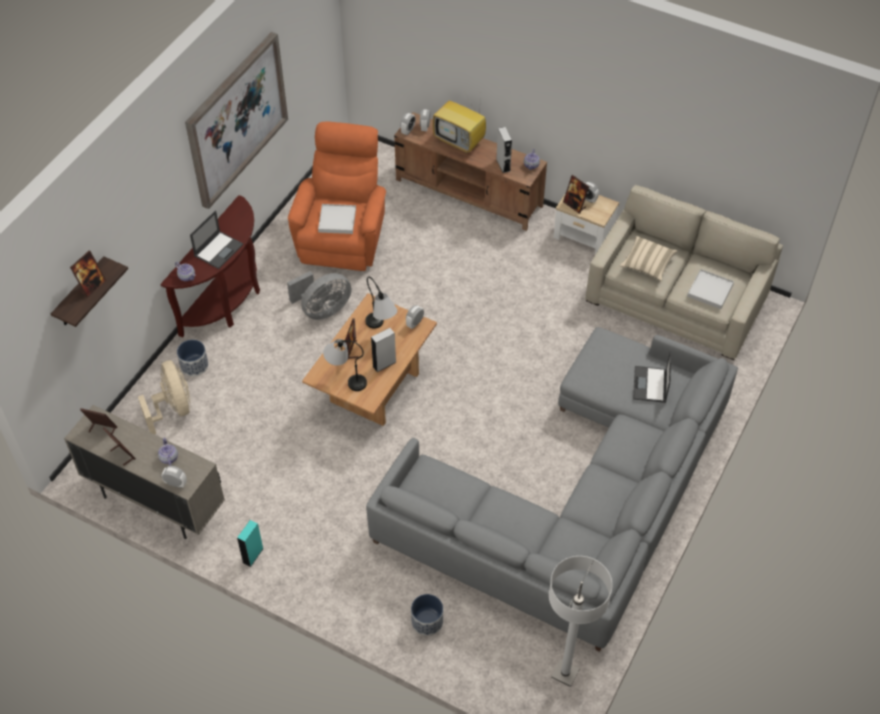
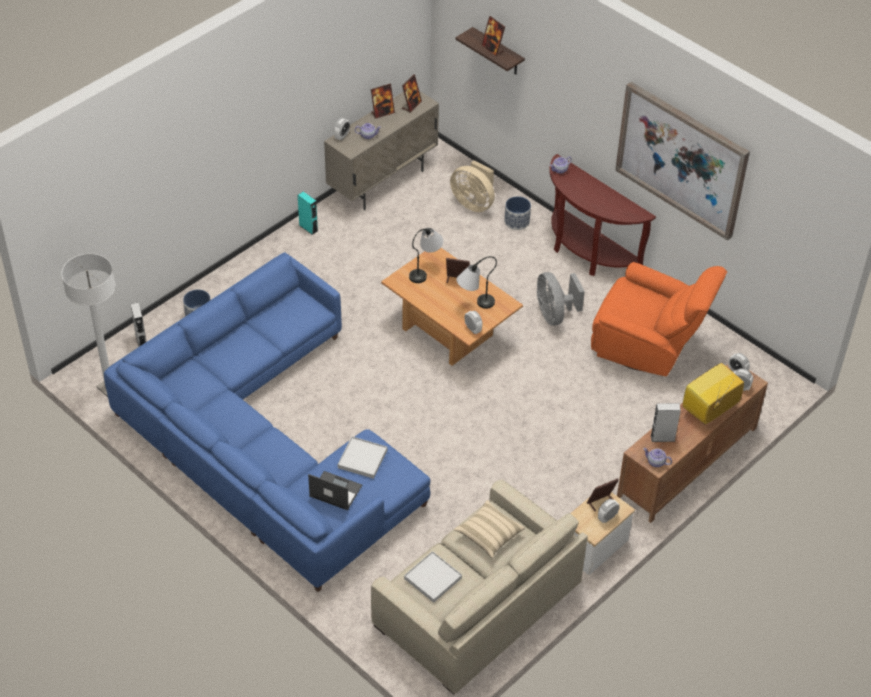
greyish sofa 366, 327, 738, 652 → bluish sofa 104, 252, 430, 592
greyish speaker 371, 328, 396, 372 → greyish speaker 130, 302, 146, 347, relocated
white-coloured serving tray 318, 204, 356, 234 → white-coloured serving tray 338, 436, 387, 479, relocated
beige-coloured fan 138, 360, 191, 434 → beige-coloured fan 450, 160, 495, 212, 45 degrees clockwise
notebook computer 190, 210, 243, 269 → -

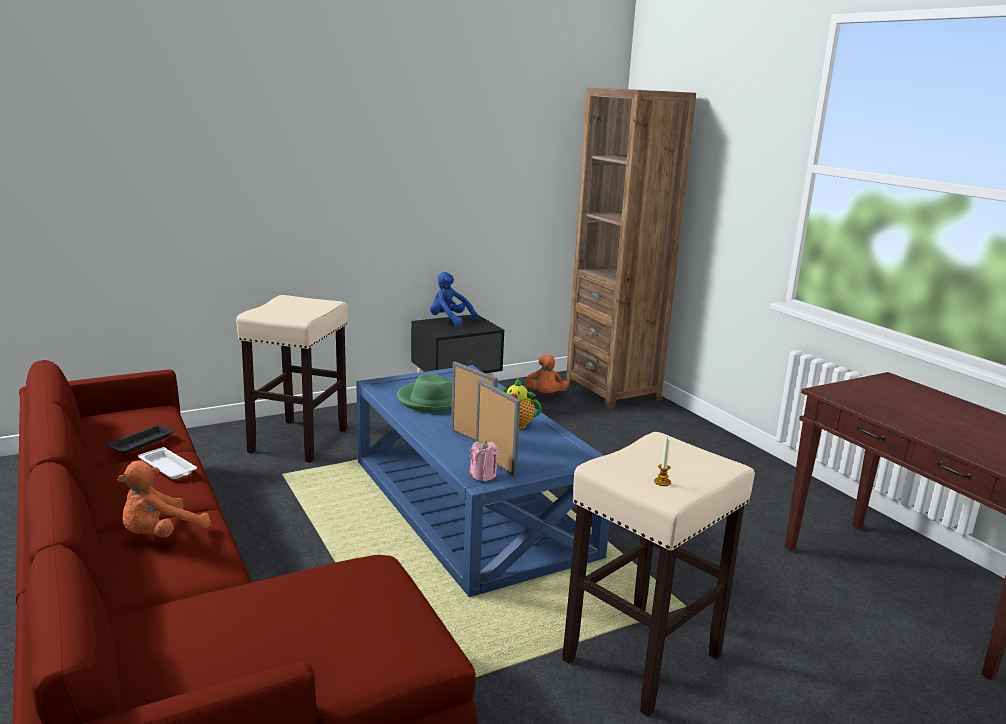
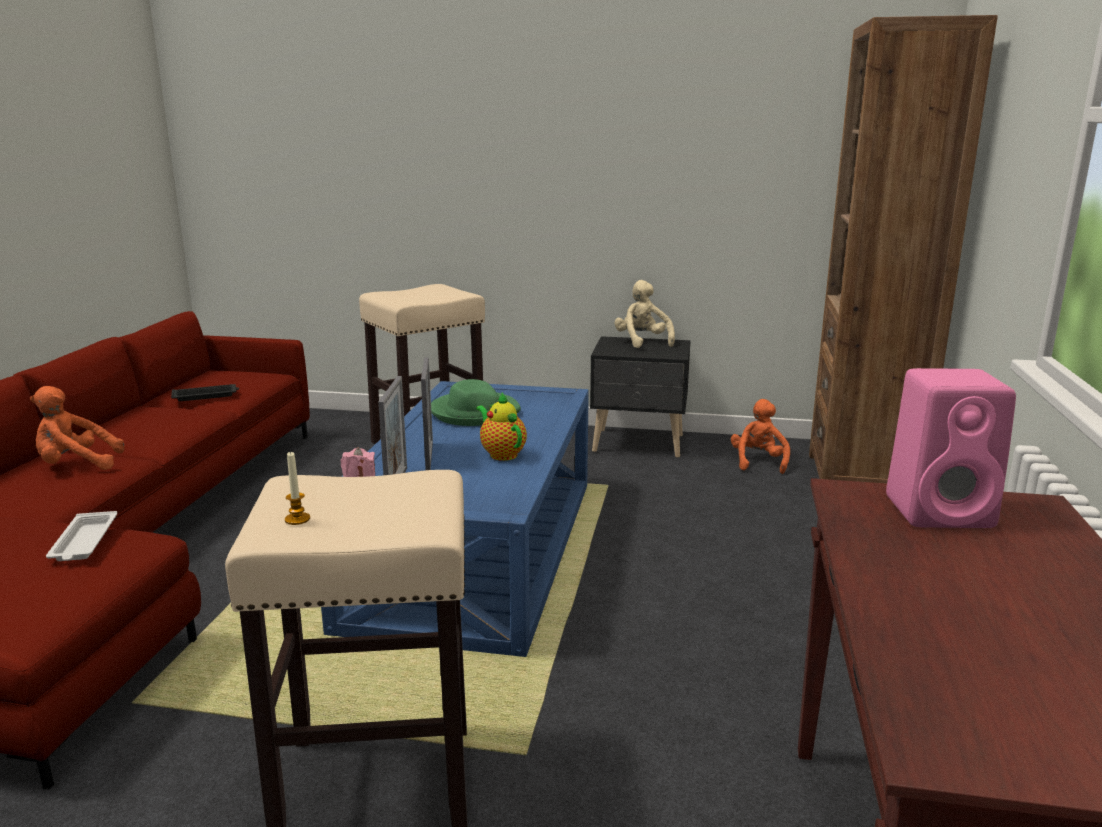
white-coloured serving tray 138, 447, 197, 479 → white-coloured serving tray 46, 511, 117, 561, relocated
bluish plush toy 430, 272, 478, 327 → beige-coloured plush toy 614, 280, 675, 348
orange plush toy 526, 354, 568, 393 → orange plush toy 731, 399, 790, 474, 150 degrees clockwise
- → pink-coloured speaker 886, 368, 1016, 528

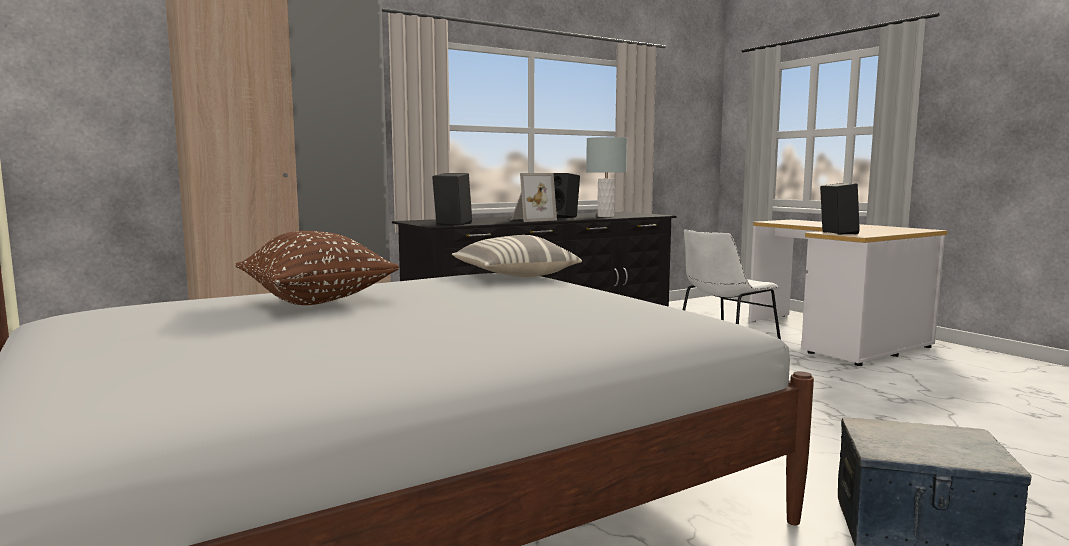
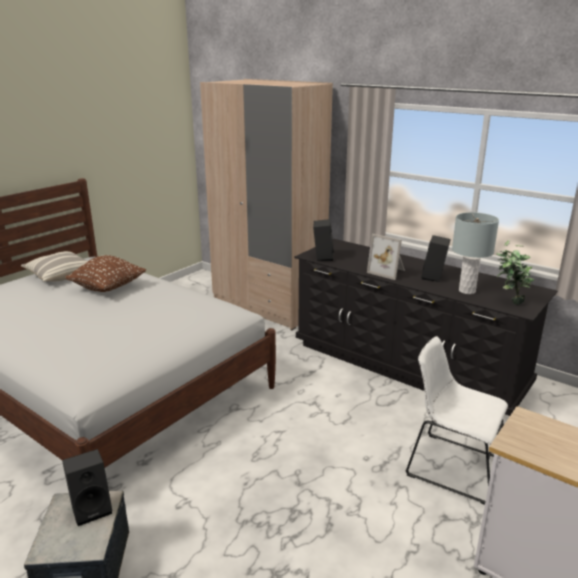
throw pillow 452, 235, 582, 277 → throw pillow 21, 251, 88, 282, relocated
blackish speaker 820, 183, 860, 235 → blackish speaker 62, 449, 112, 526, relocated
- → plant in a pot 496, 240, 535, 304

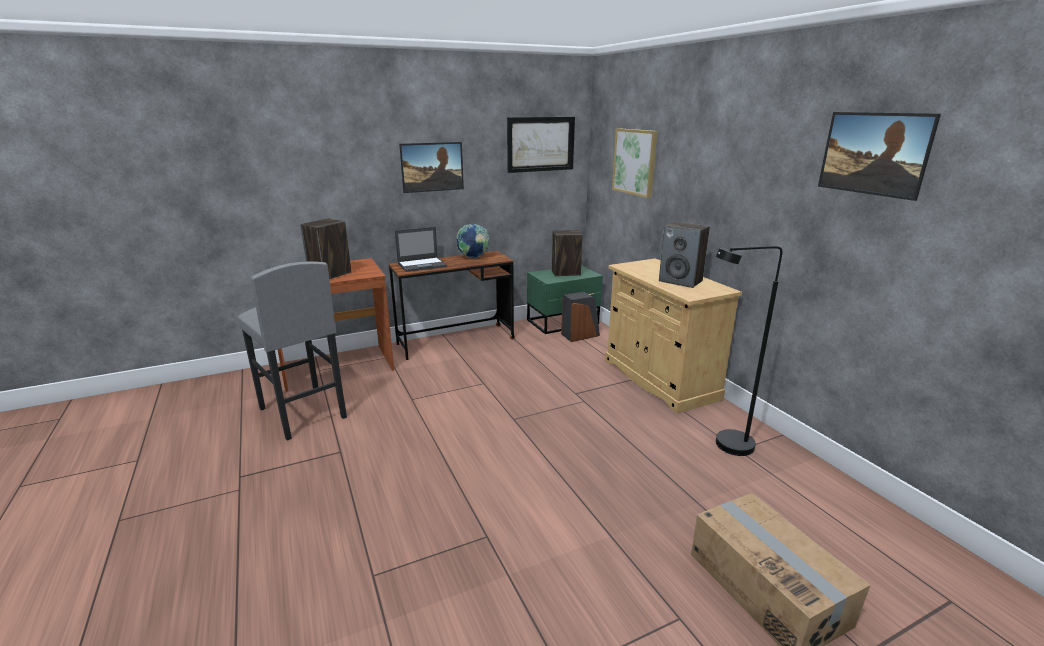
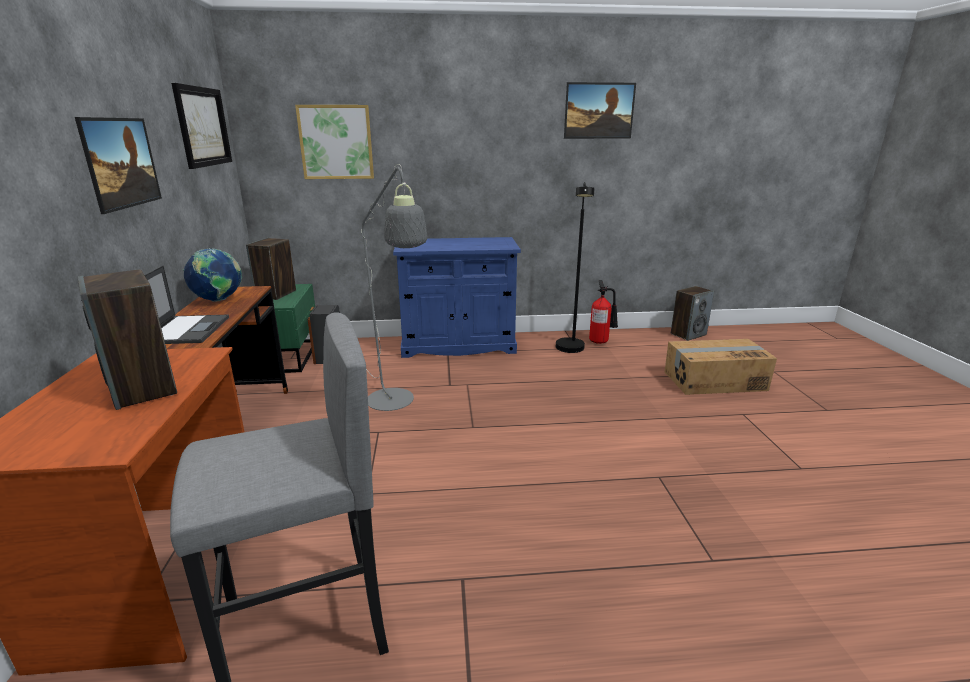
- → greyish standard lamp 361, 164, 427, 411
beige-coloured cupboard 605, 259, 742, 413 → bluish cupboard 393, 237, 521, 358
- → fire-fighting cylinder 589, 280, 618, 344
speaker 659, 222, 710, 288 → speaker 671, 286, 714, 341, relocated

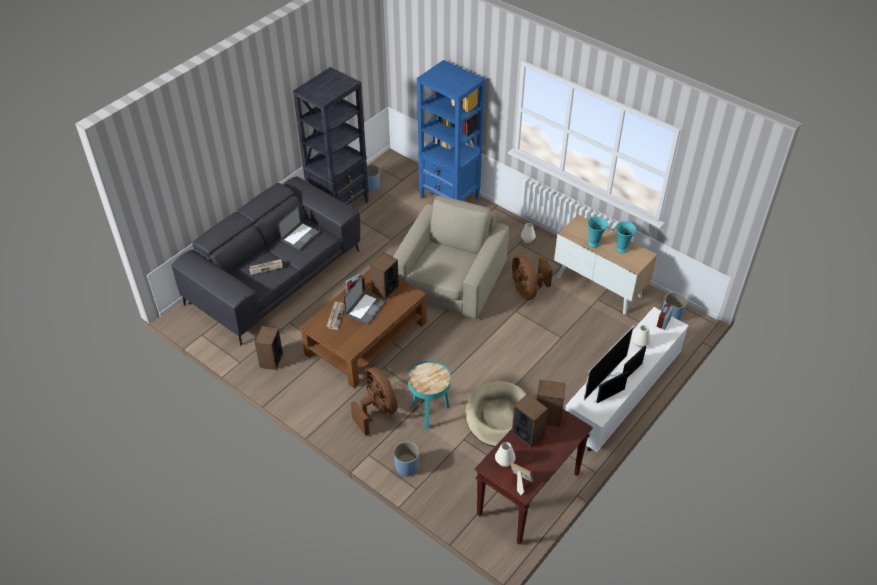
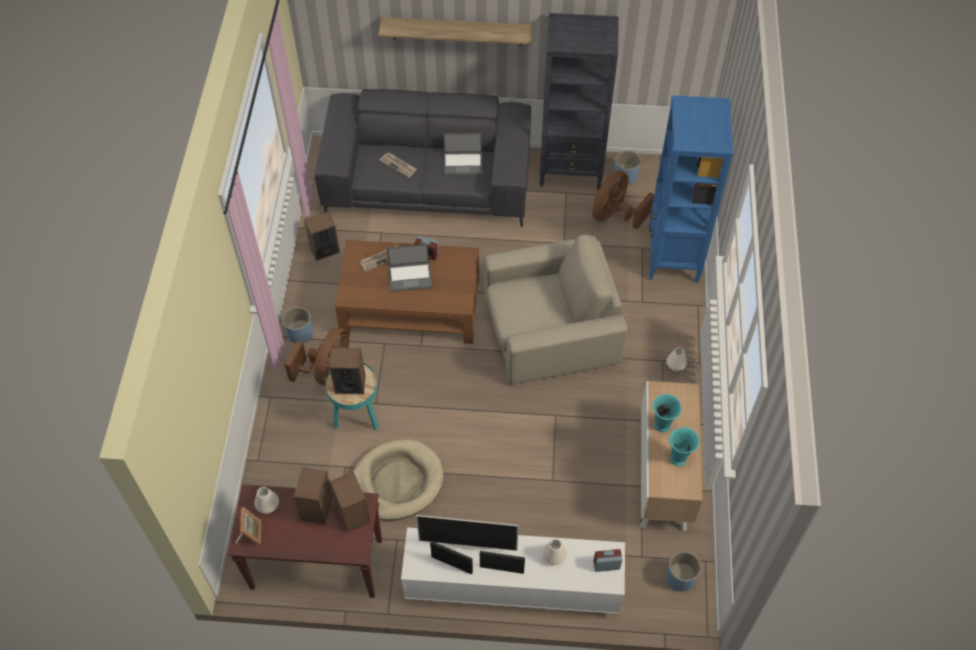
bluish flower pot 394, 441, 419, 477 → bluish flower pot 282, 307, 313, 344, relocated
speaker 370, 253, 399, 299 → speaker 329, 348, 365, 394, relocated
- → shelf 378, 17, 533, 45
brown fan 512, 255, 553, 300 → brown fan 592, 170, 654, 230, relocated

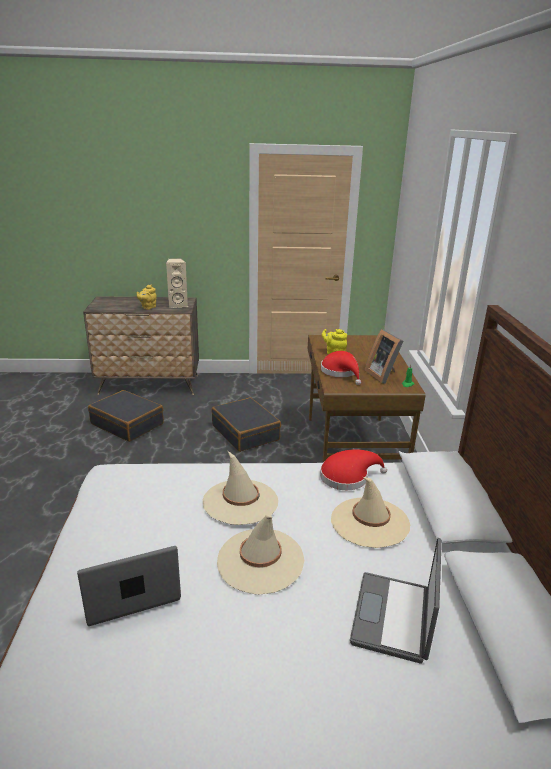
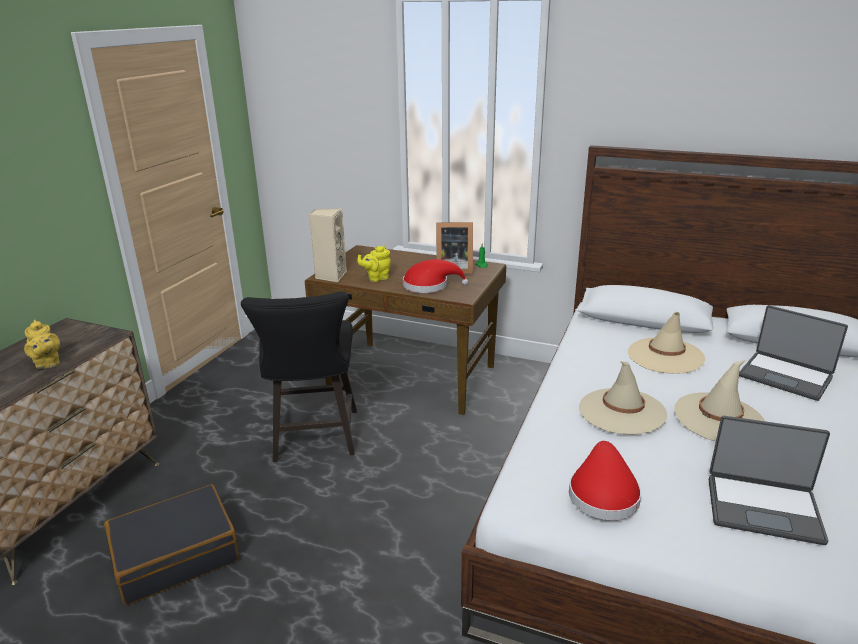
blackish travel case 212, 397, 281, 452 → blackish sitting stool 241, 291, 357, 462
beige-coloured speaker 166, 258, 188, 308 → beige-coloured speaker 309, 208, 347, 282, relocated
reddish hat 320, 449, 387, 490 → reddish hat 569, 441, 641, 520, relocated
notebook computer 77, 546, 181, 626 → notebook computer 709, 416, 830, 545, 75 degrees counterclockwise

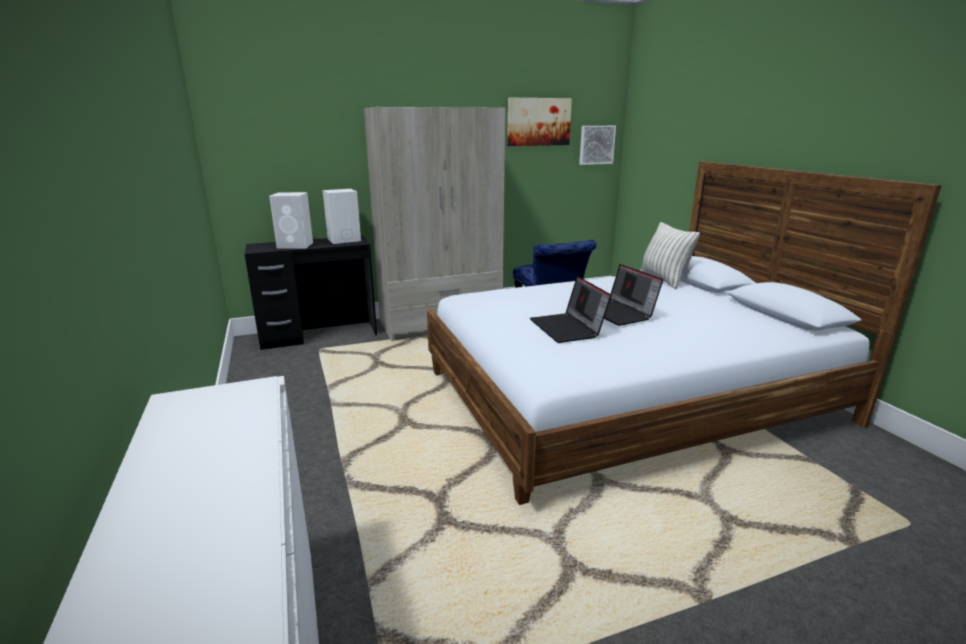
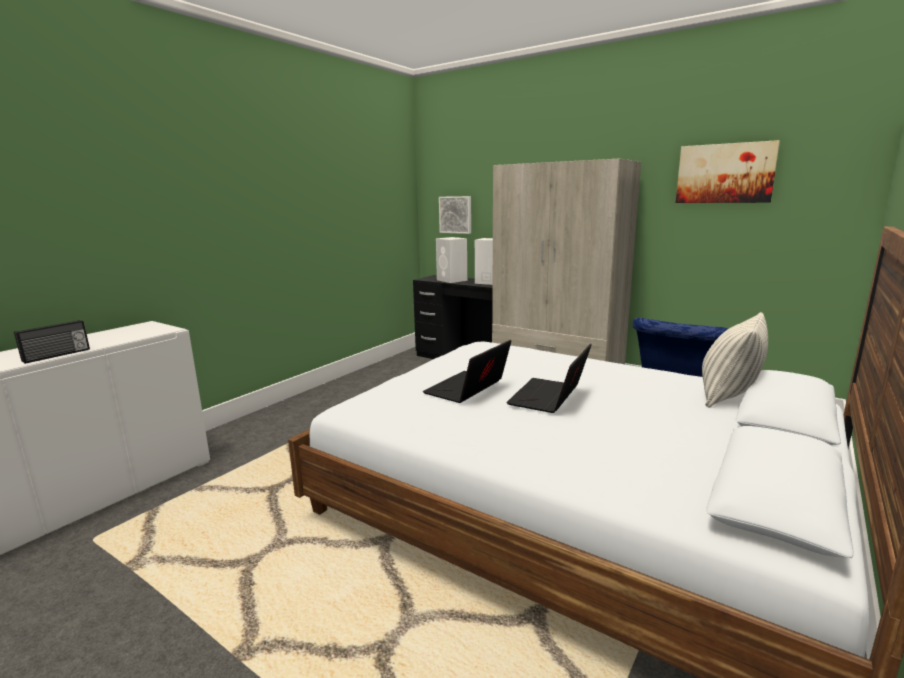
- → radio receiver 14, 320, 90, 364
picture 579, 126, 616, 165 → picture 439, 196, 471, 234, relocated

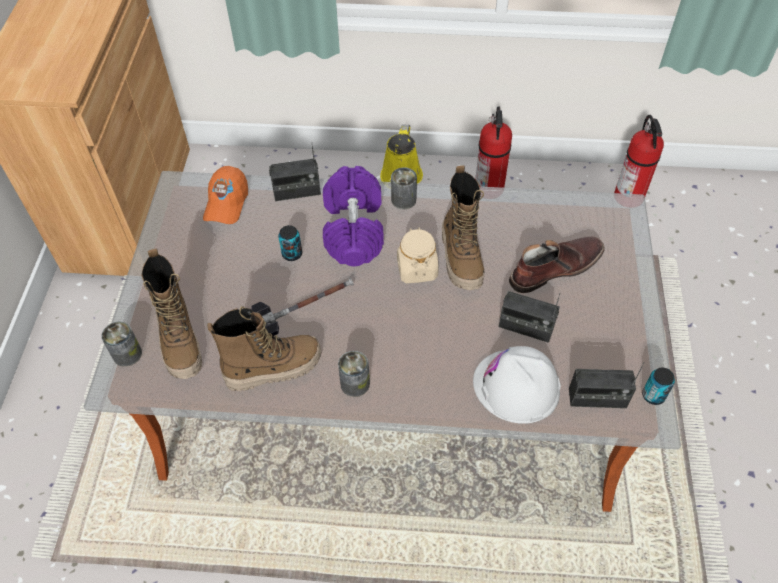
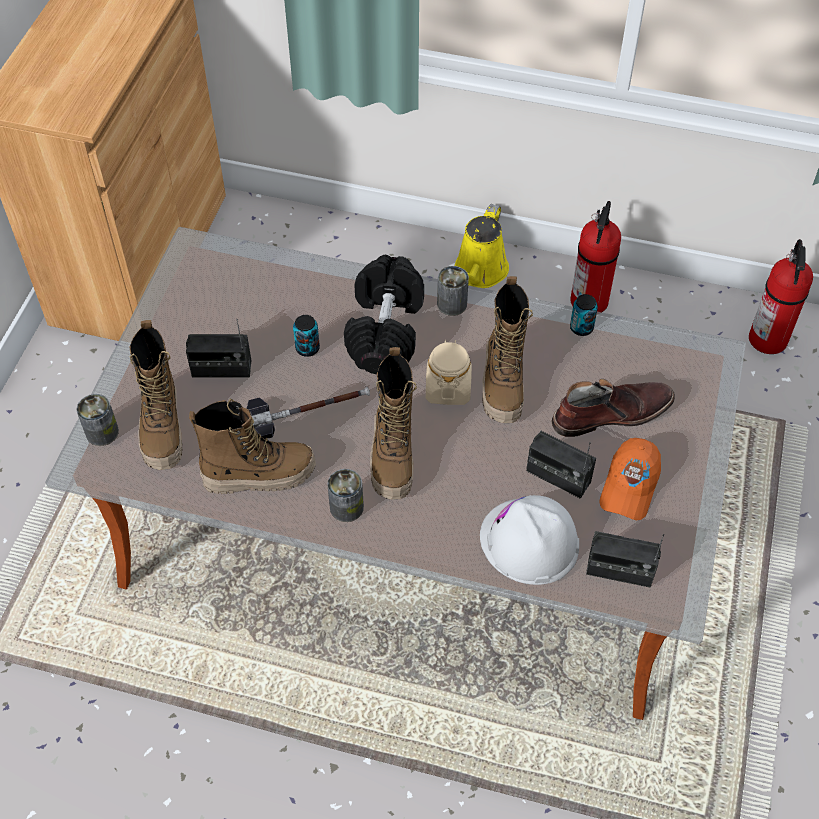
radio receiver 269, 143, 321, 201 → radio receiver 186, 319, 251, 378, relocated
purple-coloured free weight 323, 166, 384, 266 → blackish free weight 344, 255, 424, 374
- → tall boot 370, 347, 417, 500
can 642, 367, 675, 405 → can 570, 294, 598, 336, relocated
orange peaked cap 203, 166, 248, 224 → orange peaked cap 599, 438, 661, 520, relocated

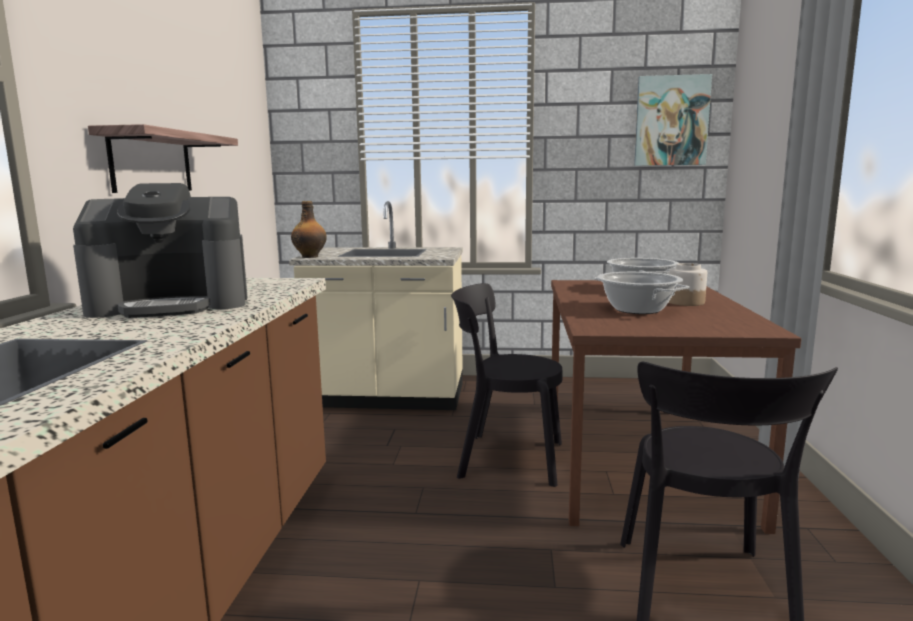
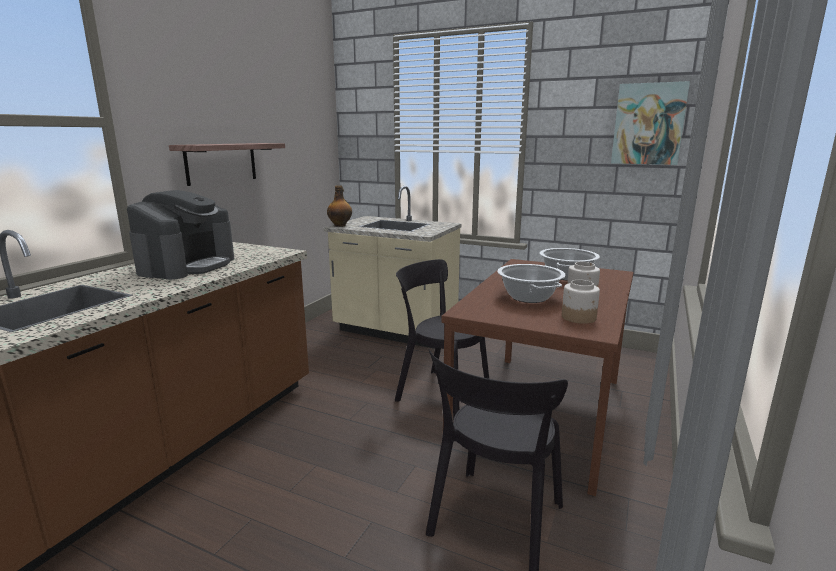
coffee machine 73, 183, 247, 318 → coffee machine 127, 190, 234, 280, 75 degrees counterclockwise
- → preserve jar 562, 280, 600, 324

